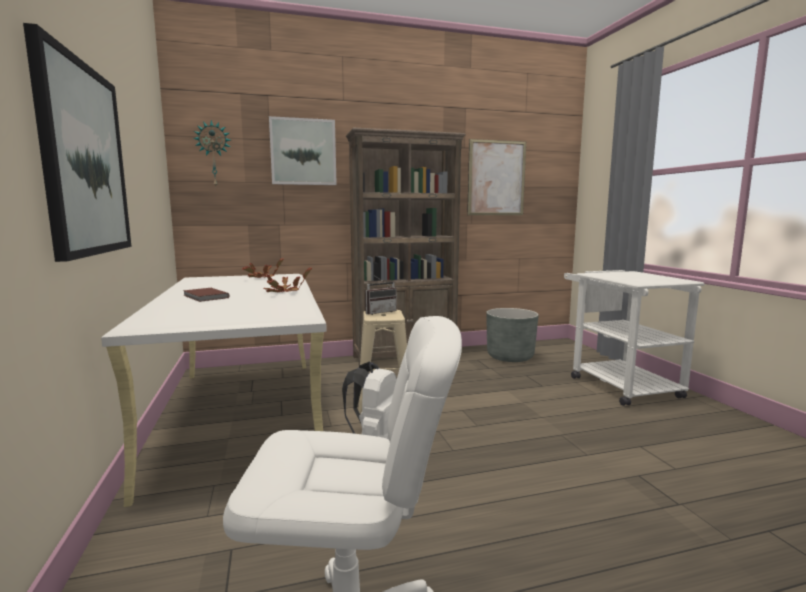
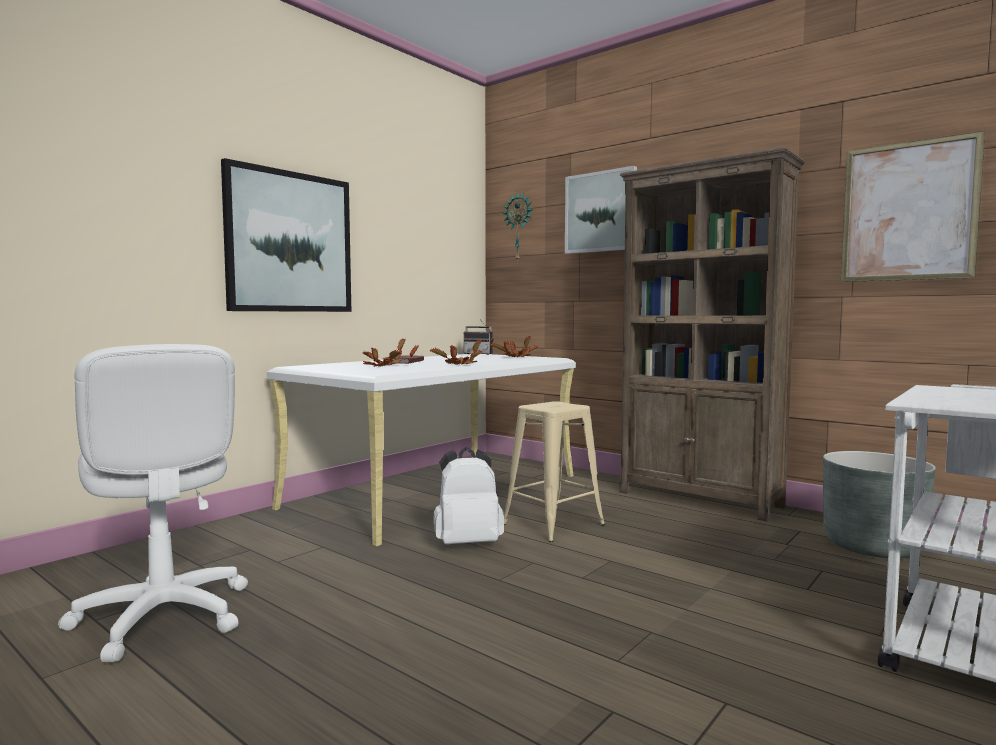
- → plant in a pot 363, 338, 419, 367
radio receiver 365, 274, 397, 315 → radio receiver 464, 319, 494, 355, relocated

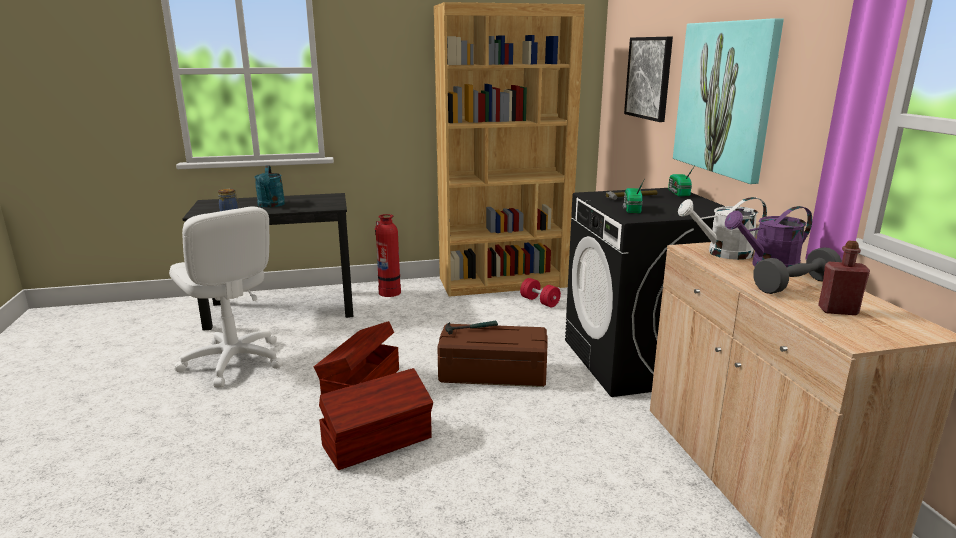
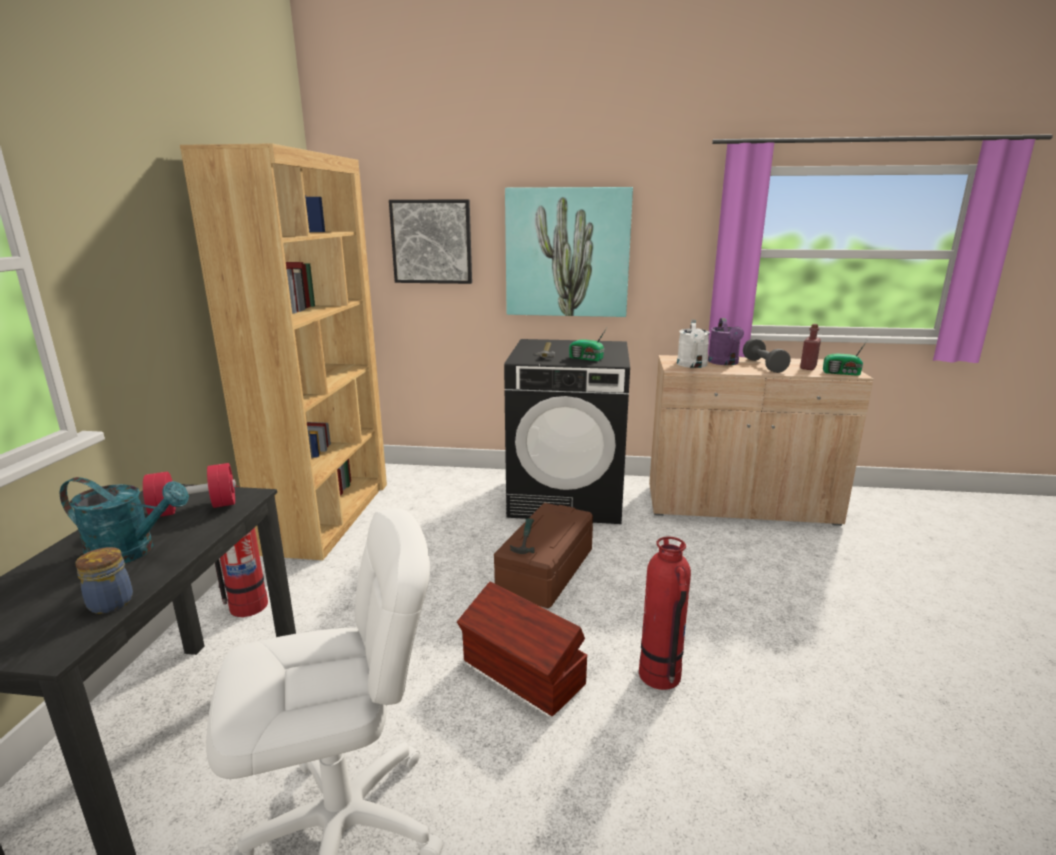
reddish free weight 520, 278, 561, 307 → reddish free weight 143, 463, 236, 517, relocated
brown storage container 319, 368, 433, 470 → fire-fighting cylinder 639, 537, 691, 690
radio receiver 668, 164, 696, 196 → radio receiver 823, 341, 867, 376, relocated

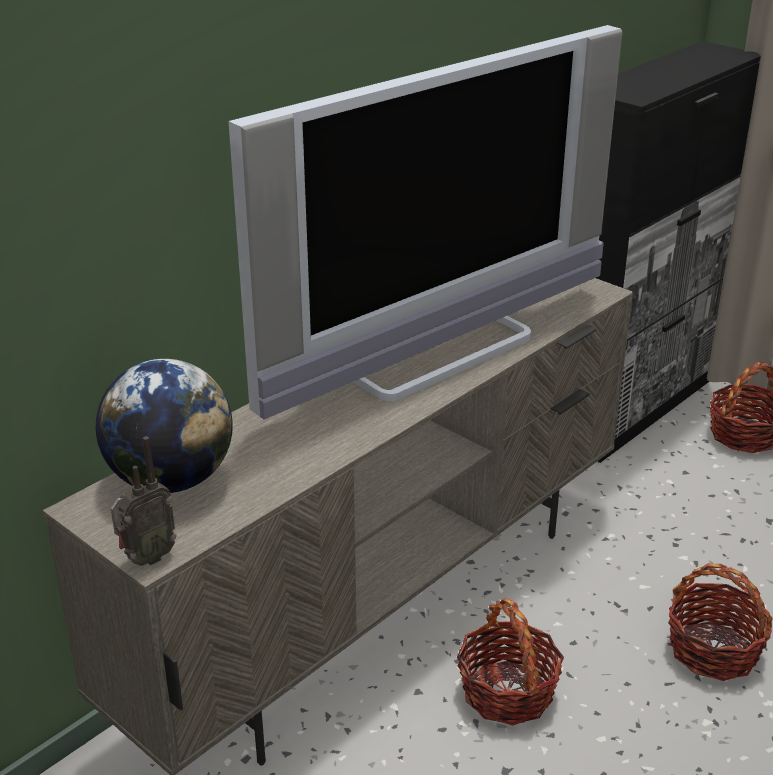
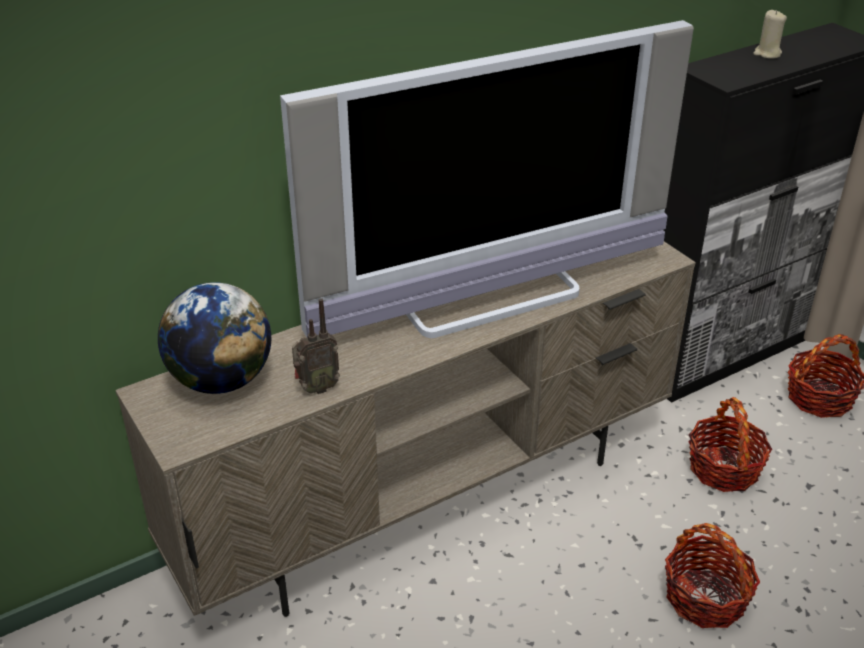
radio receiver 111, 436, 177, 566 → radio receiver 292, 298, 340, 394, relocated
storage basket 457, 598, 564, 725 → storage basket 688, 397, 773, 492, relocated
- → beige-coloured wax candle 753, 10, 787, 59

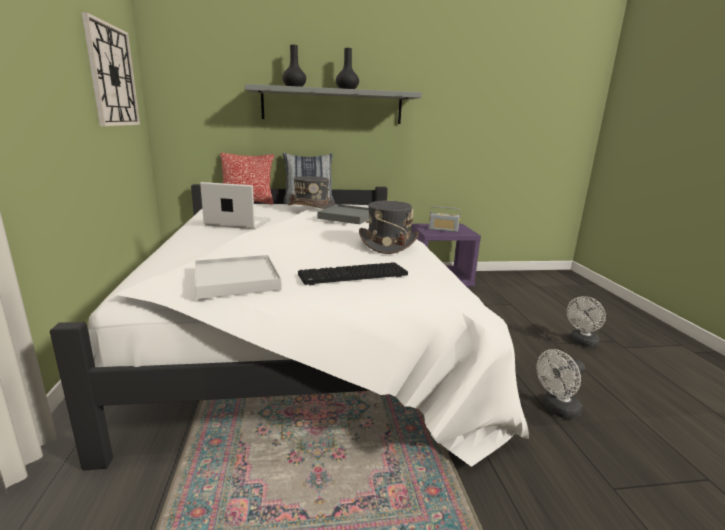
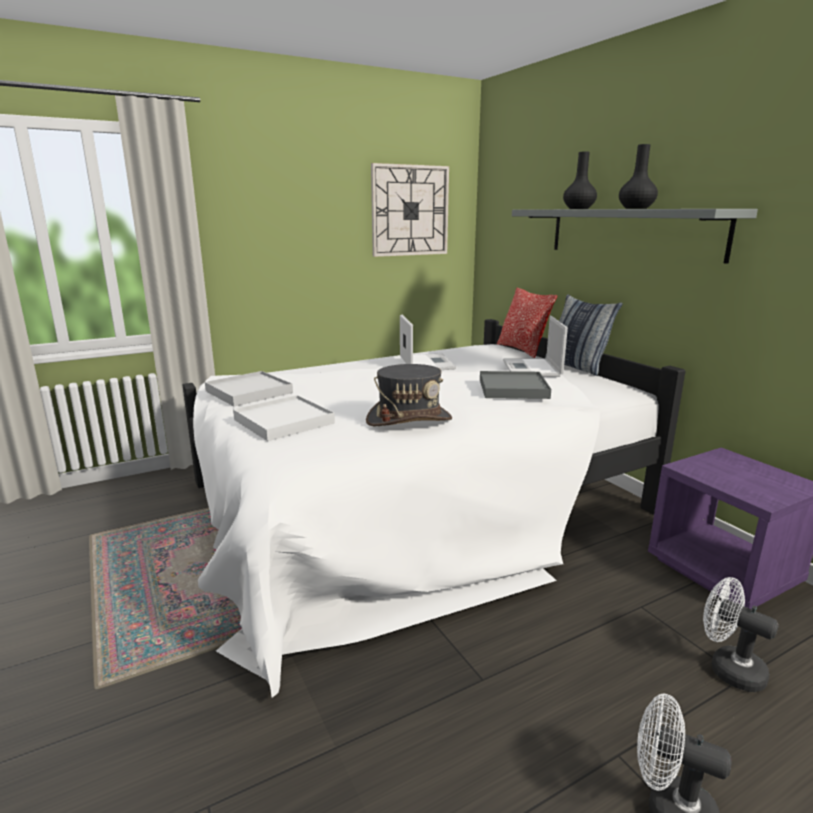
computer keyboard 298, 262, 408, 286 → white-coloured serving tray 233, 395, 335, 441
greyish hat 288, 176, 335, 209 → notebook computer 503, 316, 568, 377
white-coloured fan 536, 349, 585, 419 → white-coloured fan 703, 577, 779, 692, relocated
radio receiver 429, 206, 461, 232 → -

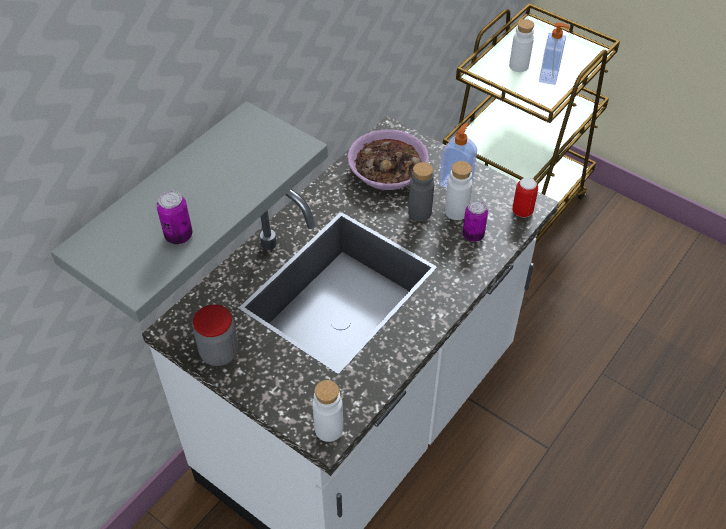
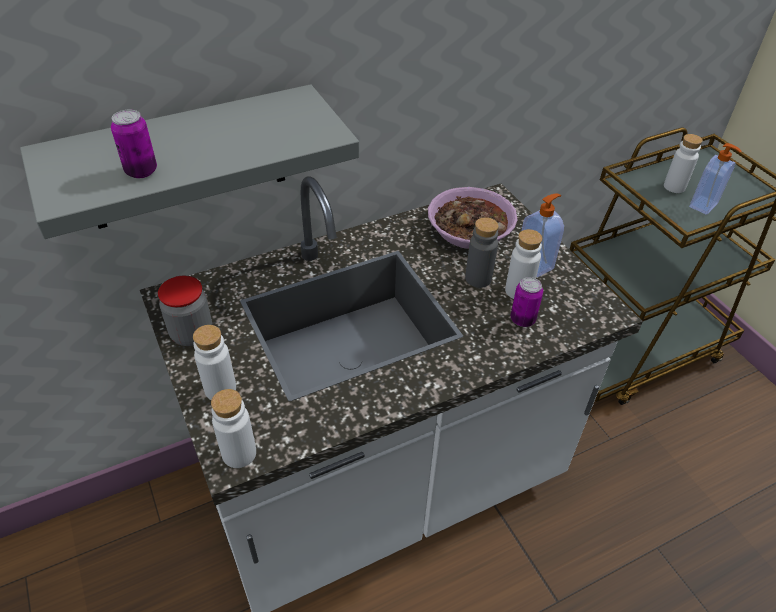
- → white-coloured bottle 193, 325, 236, 400
can 512, 178, 538, 218 → -

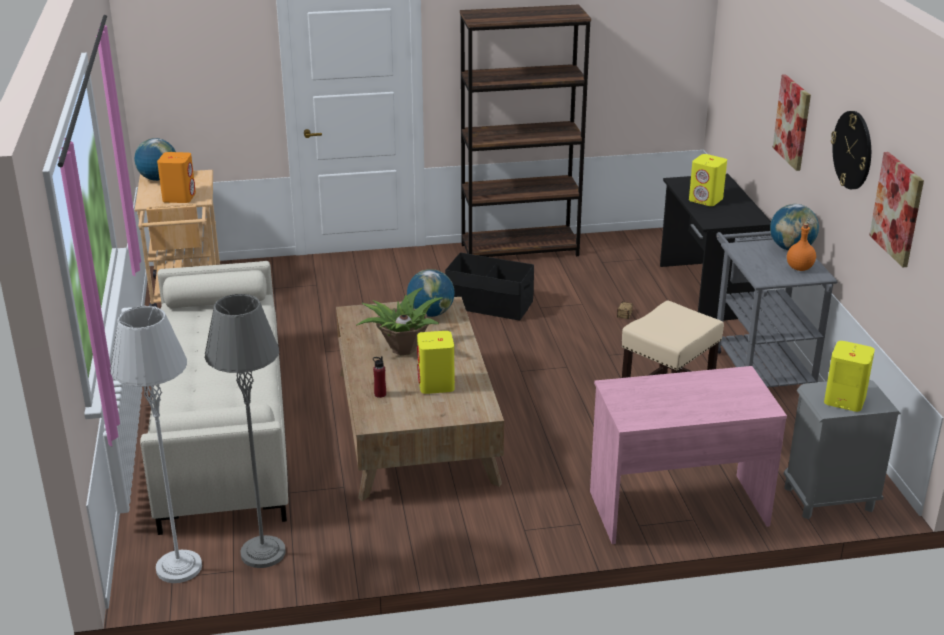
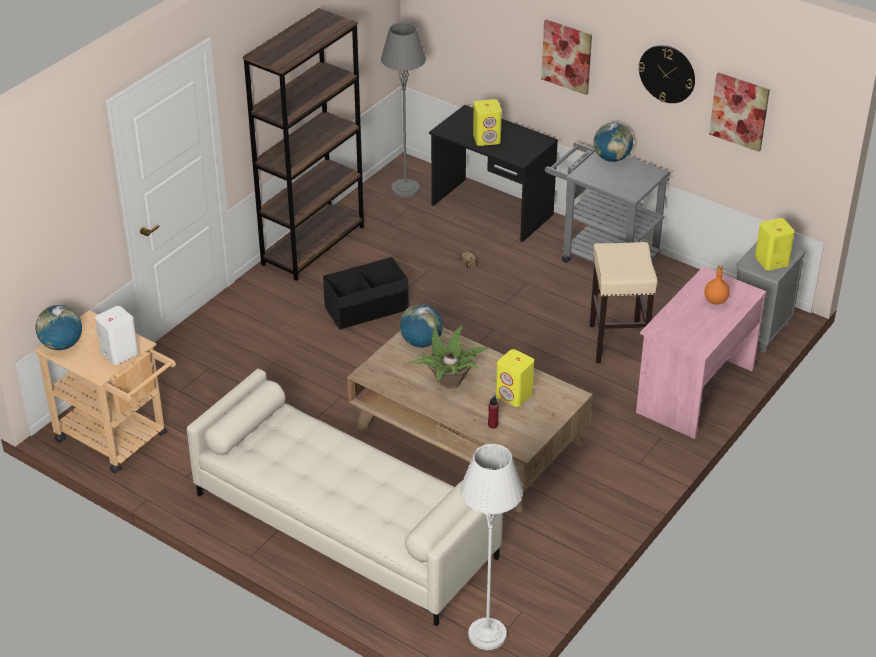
orange speaker 157, 152, 196, 203 → white-coloured speaker 95, 306, 139, 365
greyish standard lamp 205, 294, 285, 568 → greyish standard lamp 381, 22, 426, 197, relocated
orange bottle 787, 223, 816, 271 → orange bottle 704, 265, 730, 304, relocated

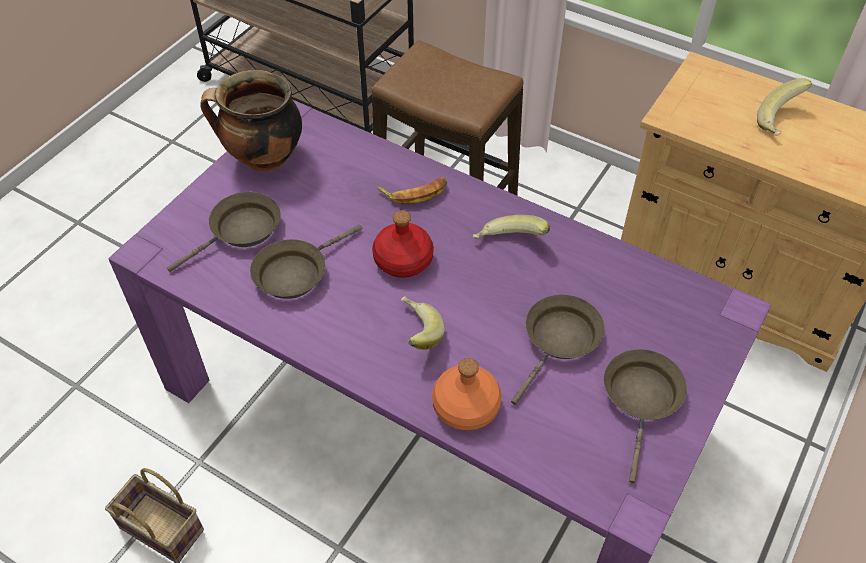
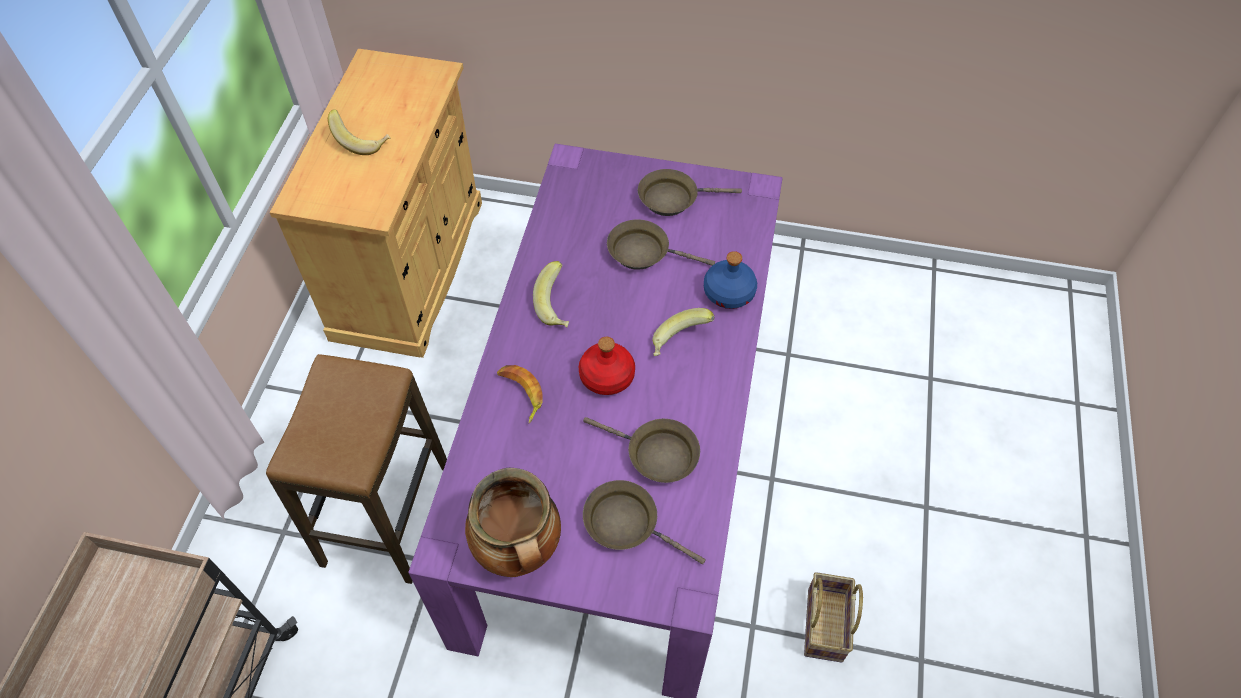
orange bottle 432, 358, 502, 430 → bluish bottle 704, 251, 757, 309

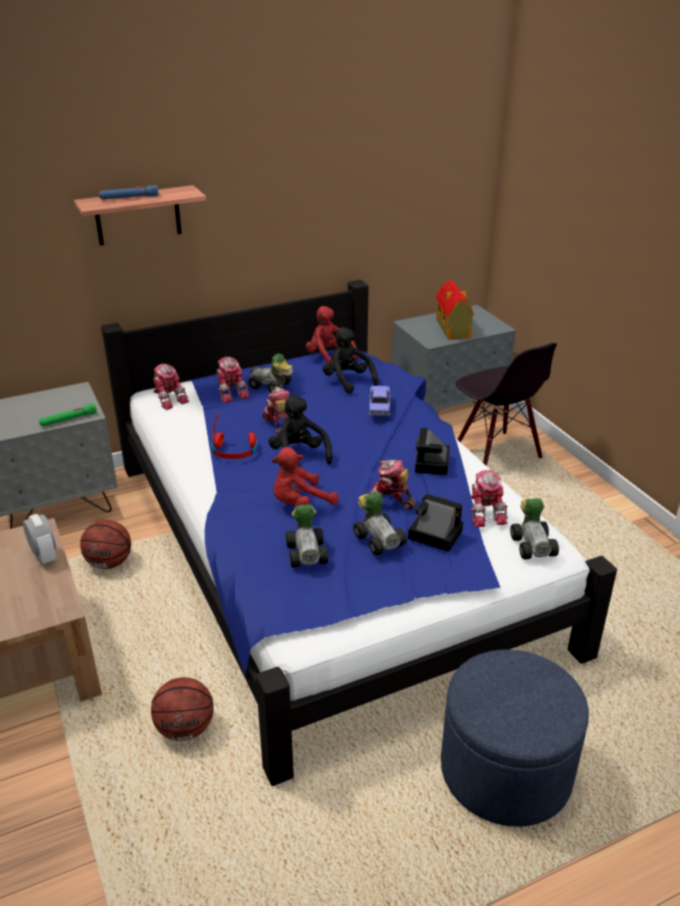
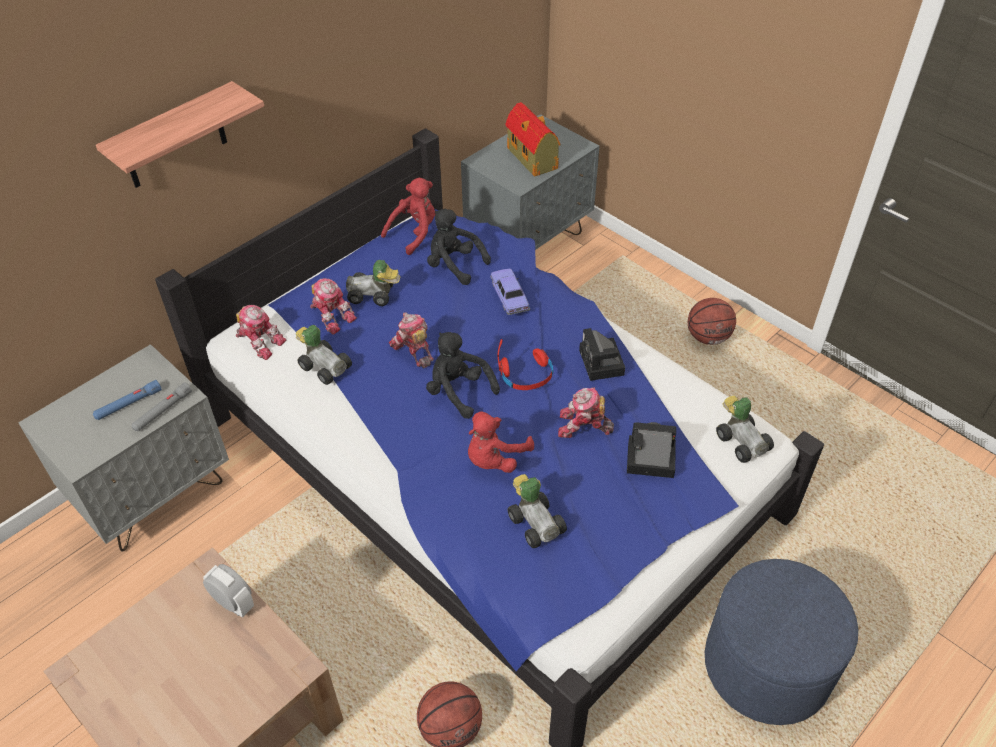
bluish hand torch 99, 185, 158, 199 → bluish hand torch 93, 380, 162, 420, relocated
greenish hand torch 39, 404, 97, 426 → greyish hand torch 132, 382, 192, 431
model car 353, 492, 407, 555 → model car 296, 325, 352, 385, relocated
reddish plush toy 306, 306, 359, 364 → reddish plush toy 381, 178, 435, 255, 105 degrees clockwise
reddish headset 211, 413, 258, 459 → reddish headset 498, 339, 553, 390, relocated
ball for basketball 80, 520, 131, 569 → ball for basketball 688, 298, 736, 345, relocated
blackish plain chair 456, 343, 557, 466 → -
toy robot 471, 470, 508, 528 → -

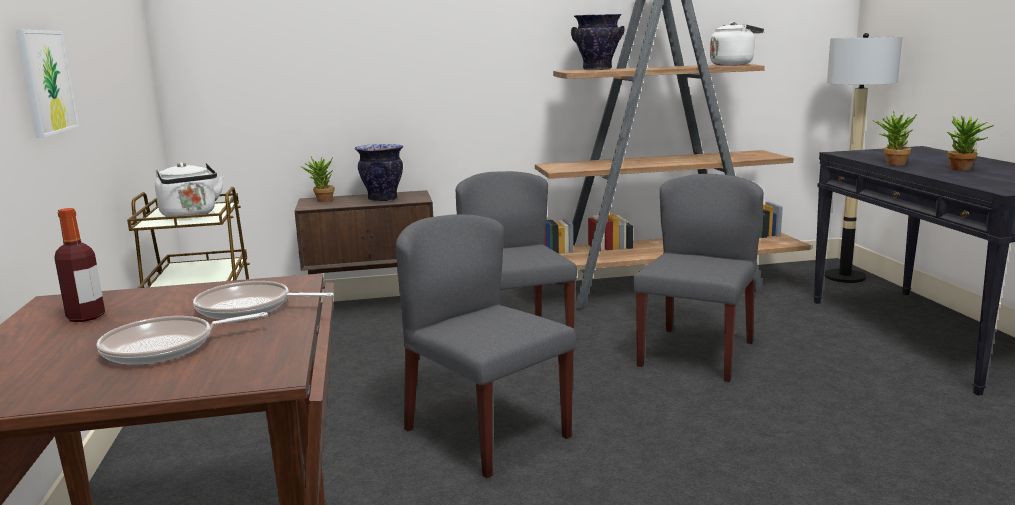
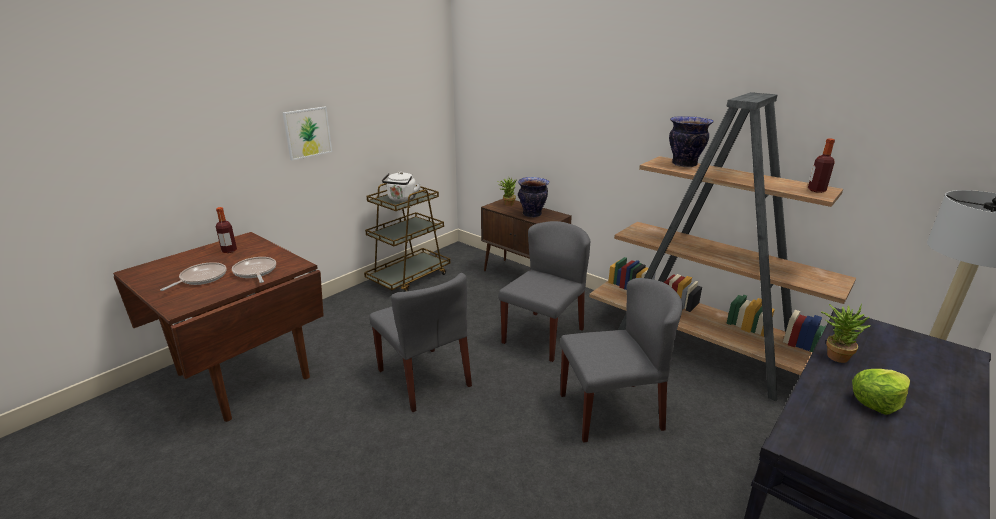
skillet 96, 312, 268, 365 → skillet 160, 262, 227, 291, 90 degrees clockwise
greyish plain chair 396, 214, 576, 478 → greyish plain chair 369, 273, 472, 412, 135 degrees clockwise
white-coloured water kettle 710, 22, 764, 65 → bottle 808, 138, 835, 193
plant in a pot 947, 115, 994, 171 → head of lettuce 852, 369, 910, 415

